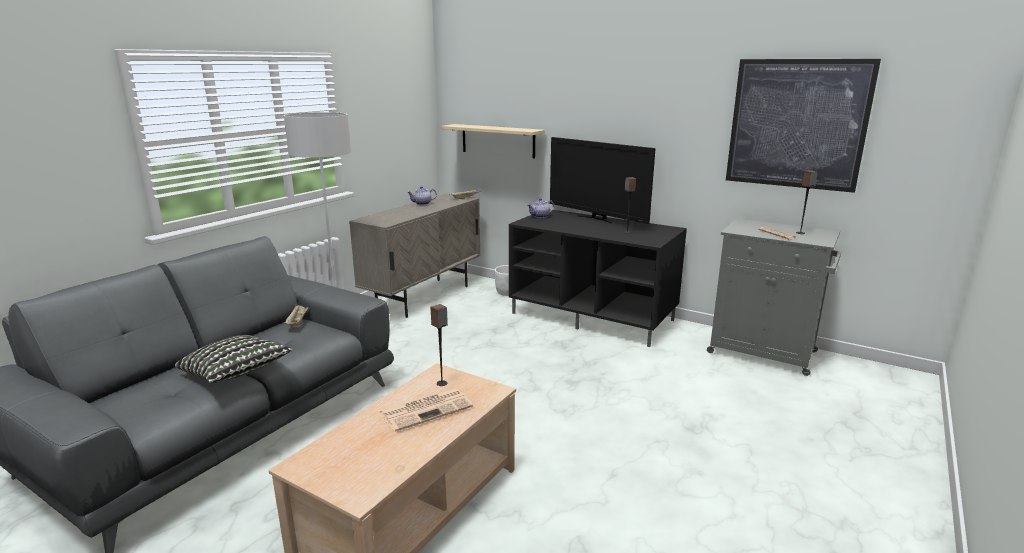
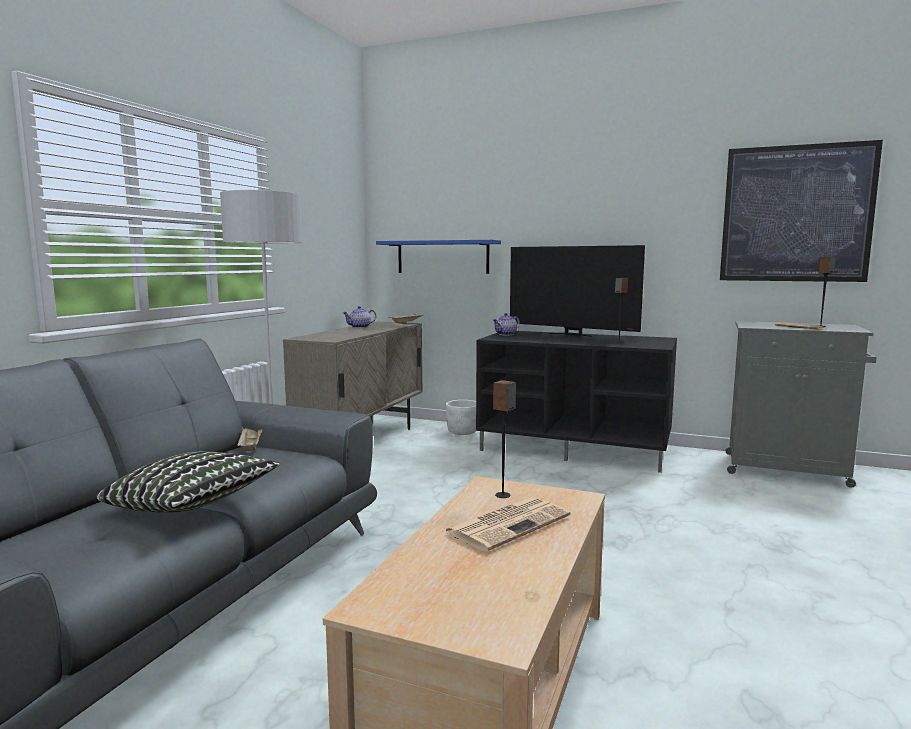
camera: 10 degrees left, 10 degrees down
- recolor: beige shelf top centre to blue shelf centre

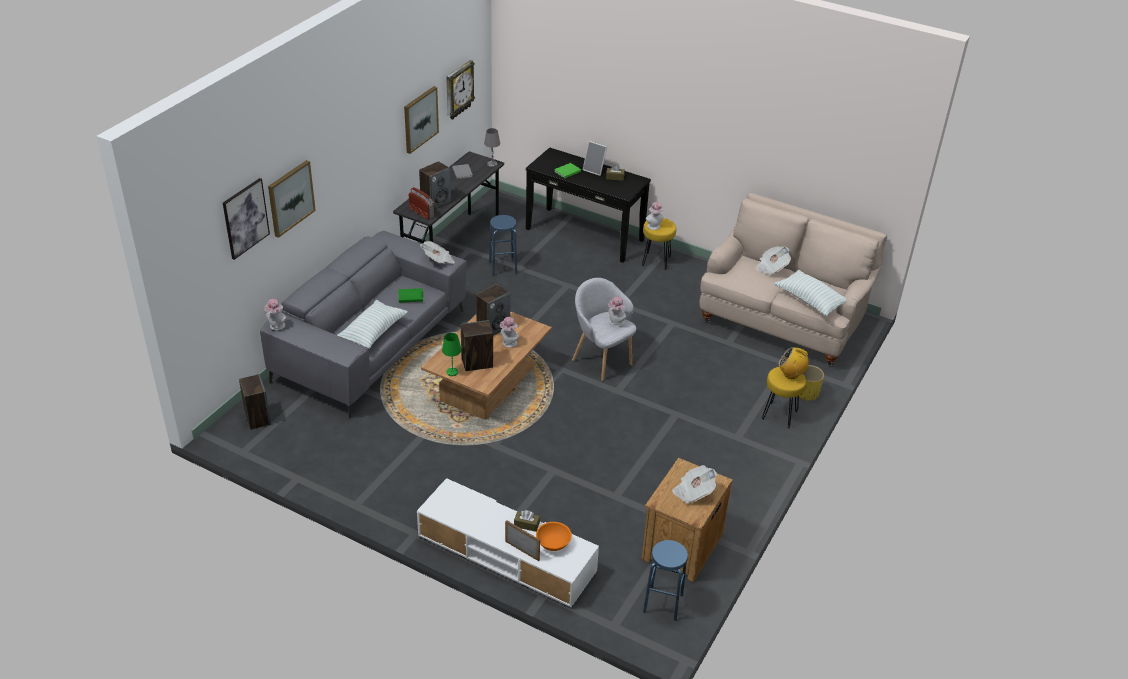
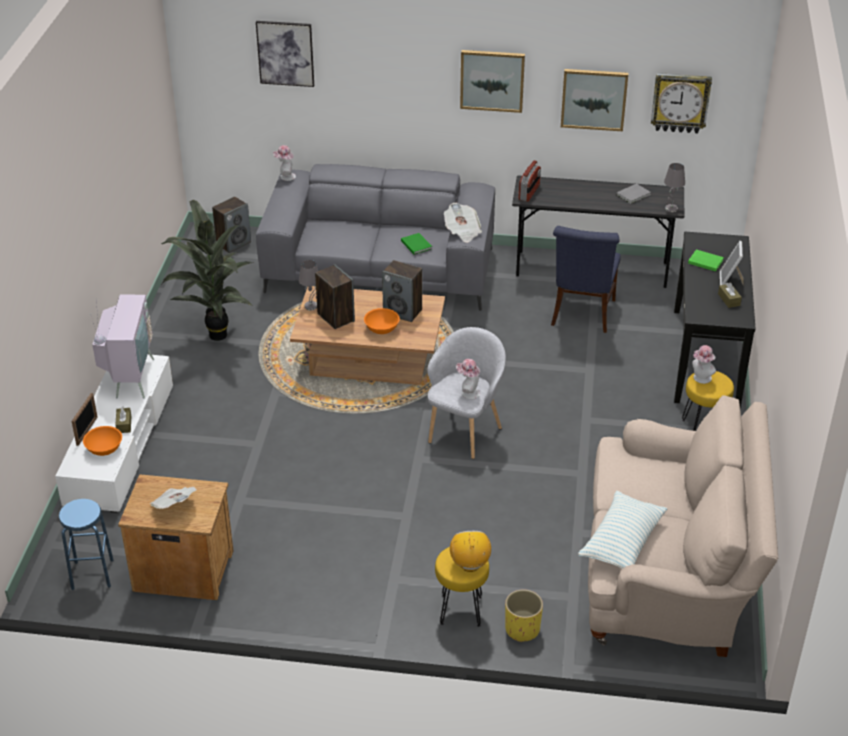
camera: 70 degrees right, 0 degrees up
- move: picture (2nd from left) top left to top centre
- delete: pillow (1st from left) middle left
- delete: speaker (2nd from left) top centre
- recolor: green table lamp centre to grey table lamp (1st from left) centre
- replace: blue stool (1st from left) centre to blue chair middle right
- replace: hat (2nd from left) centre to orange bowl (2nd from left) centre
- delete: newspaper (3rd from left) middle right
- insert: television middle left
- insert: potted plant middle left

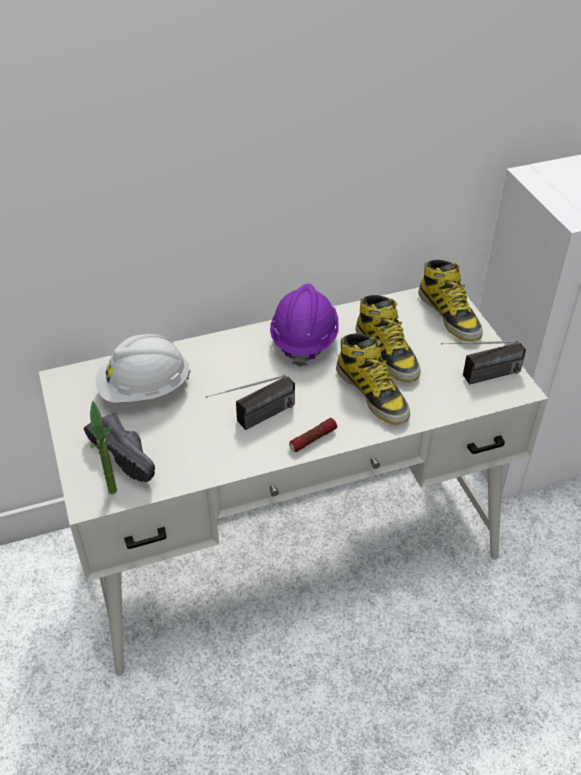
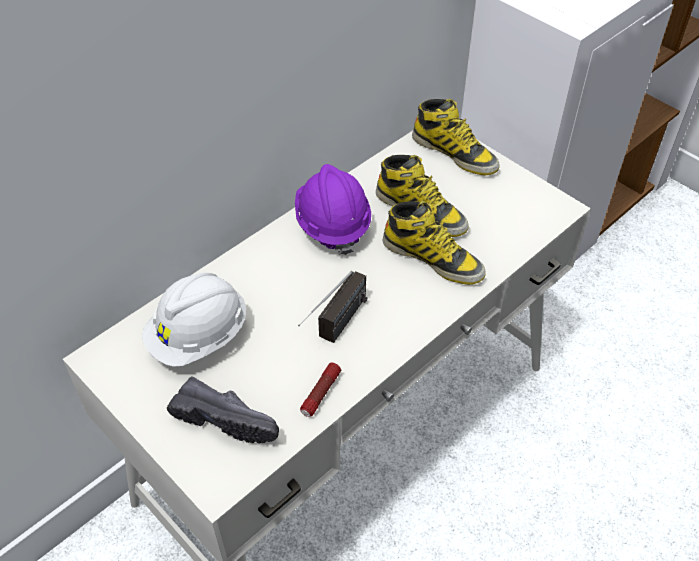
camera: 25 degrees left, 5 degrees up
- delete: potted plant middle left
- move: flashlight centre to bottom centre
- delete: radio (2nd from left) middle right

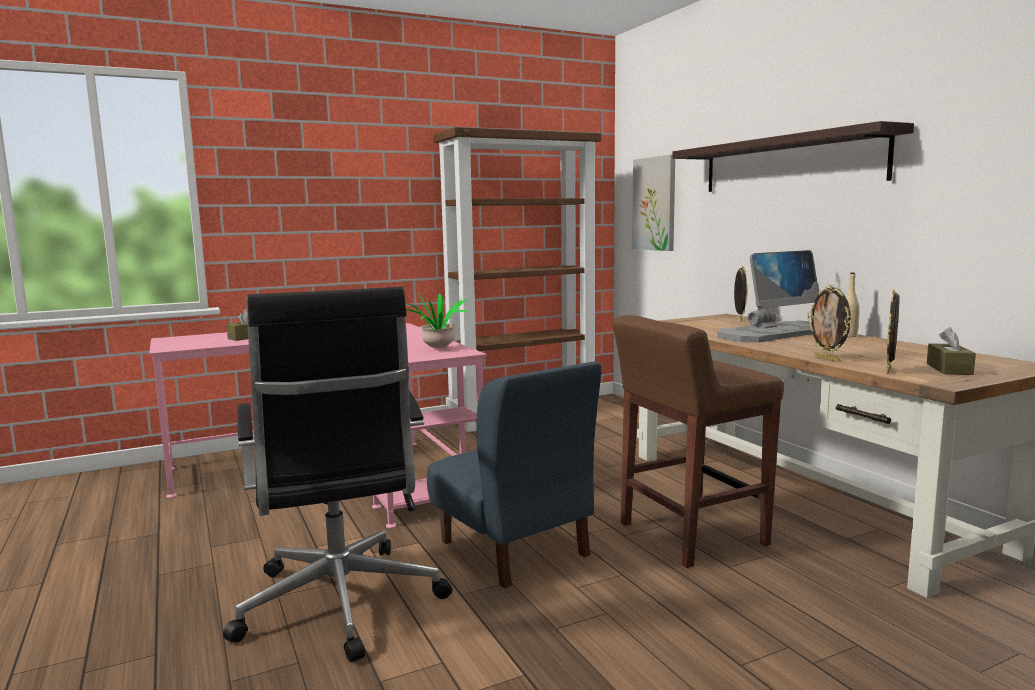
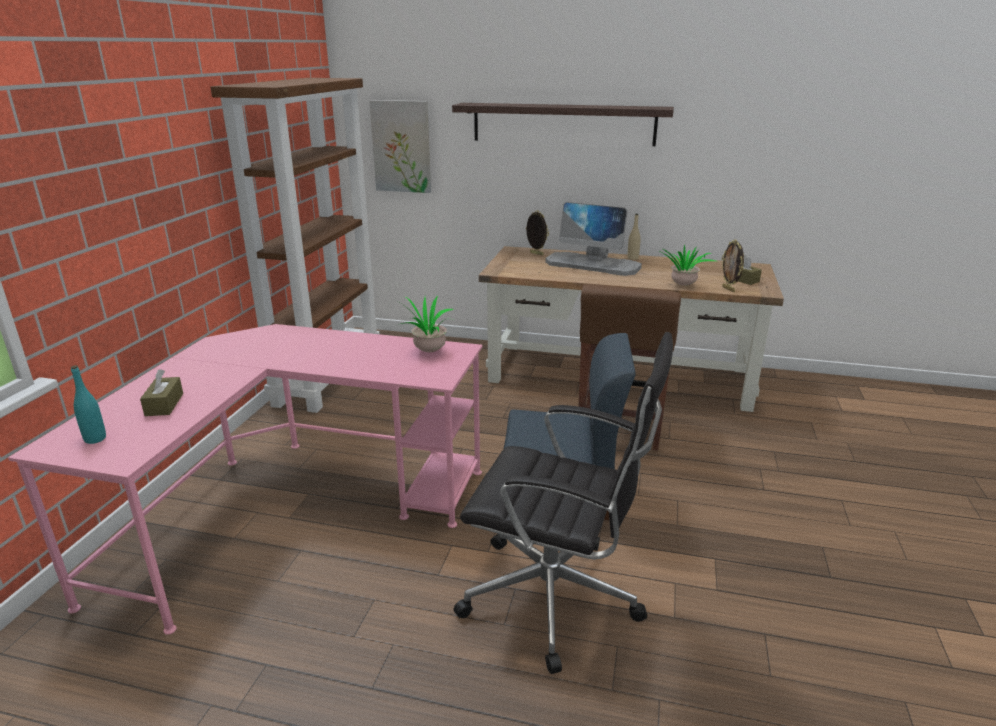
camera: 50 degrees left, 15 degrees up
- rotate: monitor middle right = top centre 105 degrees clockwise
- replace: picture frame (2nd from left) middle right to potted plant (2nd from left) middle right
- insert: turquoise bottle middle left

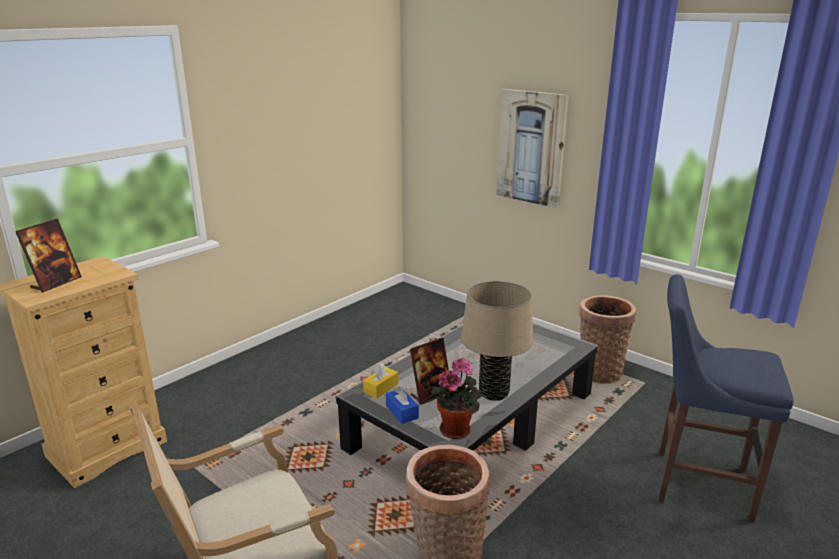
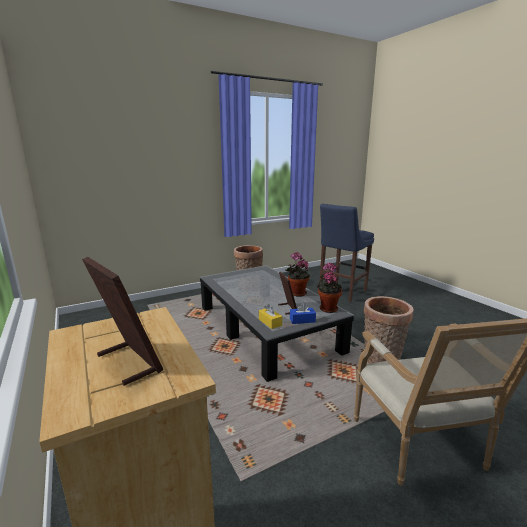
camera: 70 degrees left, 5 degrees down
- replace: beige table lamp centre to potted plant (1st from left) centre
- delete: picture top centre

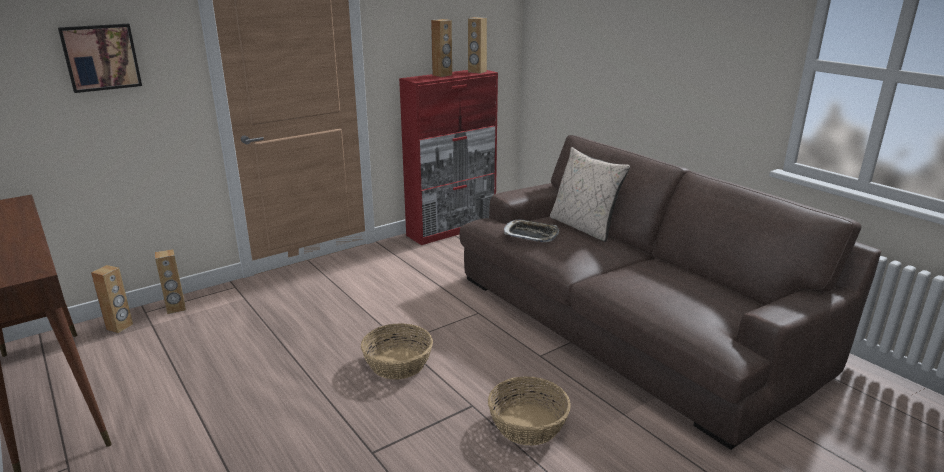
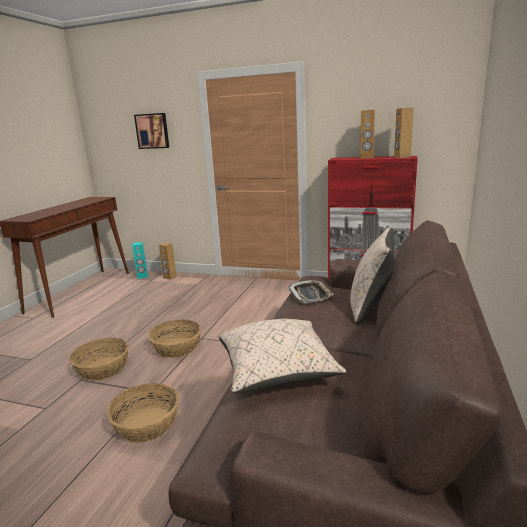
camera: 55 degrees right, 5 degrees down
- recolor: brown speaker (1st from left) middle left to turquoise speaker middle left
- insert: basket (1st from left) bottom left
- insert: beige pillow (1st from left) bottom centre

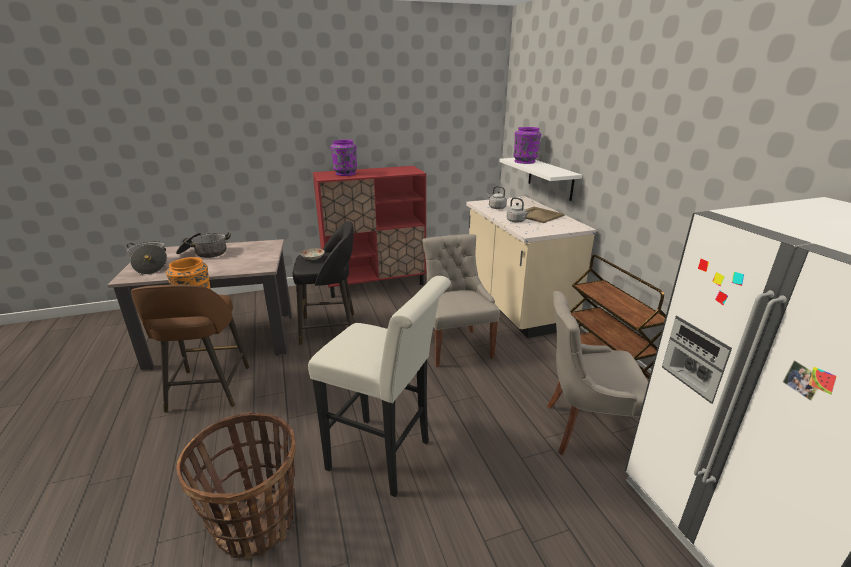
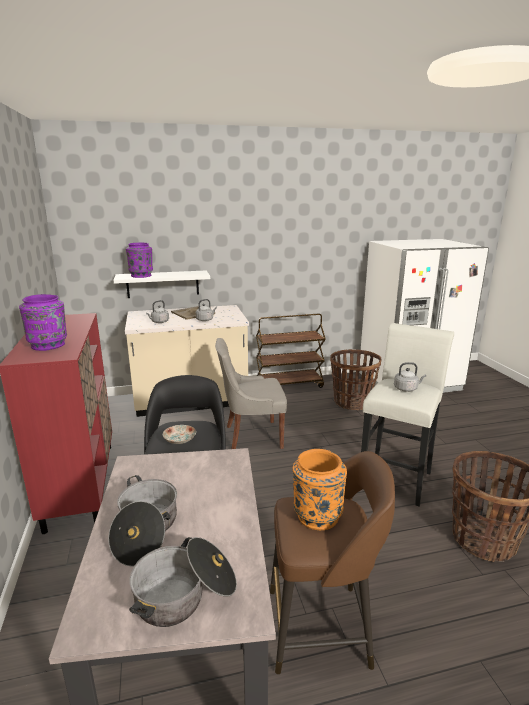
camera: 85 degrees left, 5 degrees down
- replace: grey chair (2nd from left) middle right to basket (1st from left) middle right
- insert: grey kettle (3rd from left) middle right

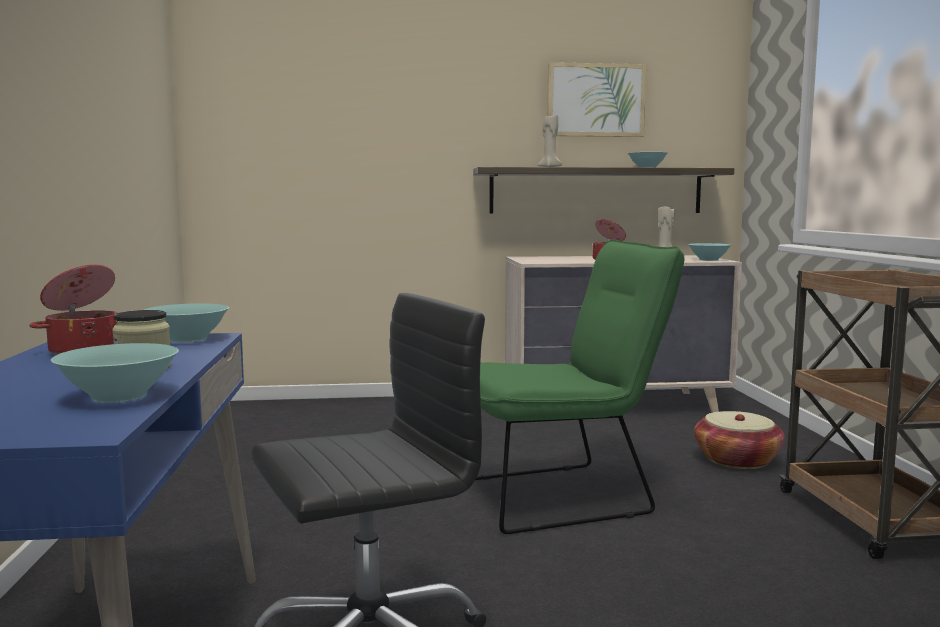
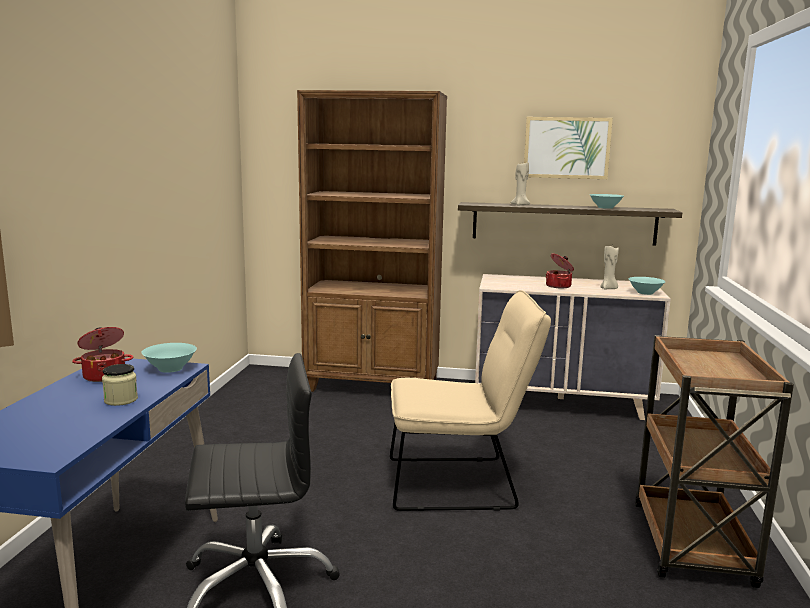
camera: 15 degrees right, 5 degrees up
- delete: turquoise bowl (1st from left) middle left
- recolor: green chair centre to beige chair centre
- delete: basket bottom right
- insert: brown bookcase centre

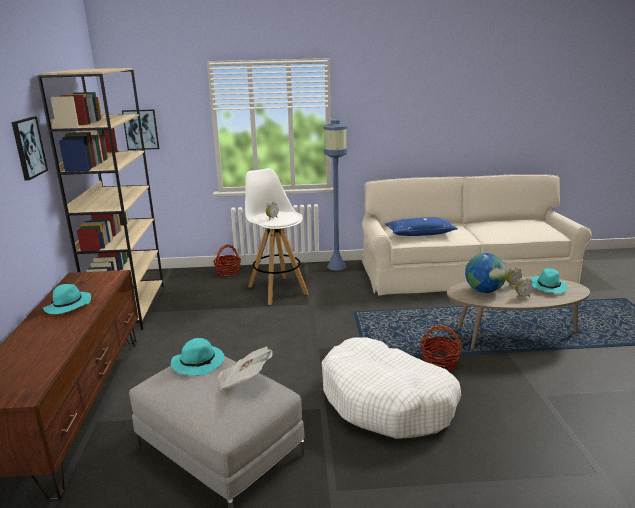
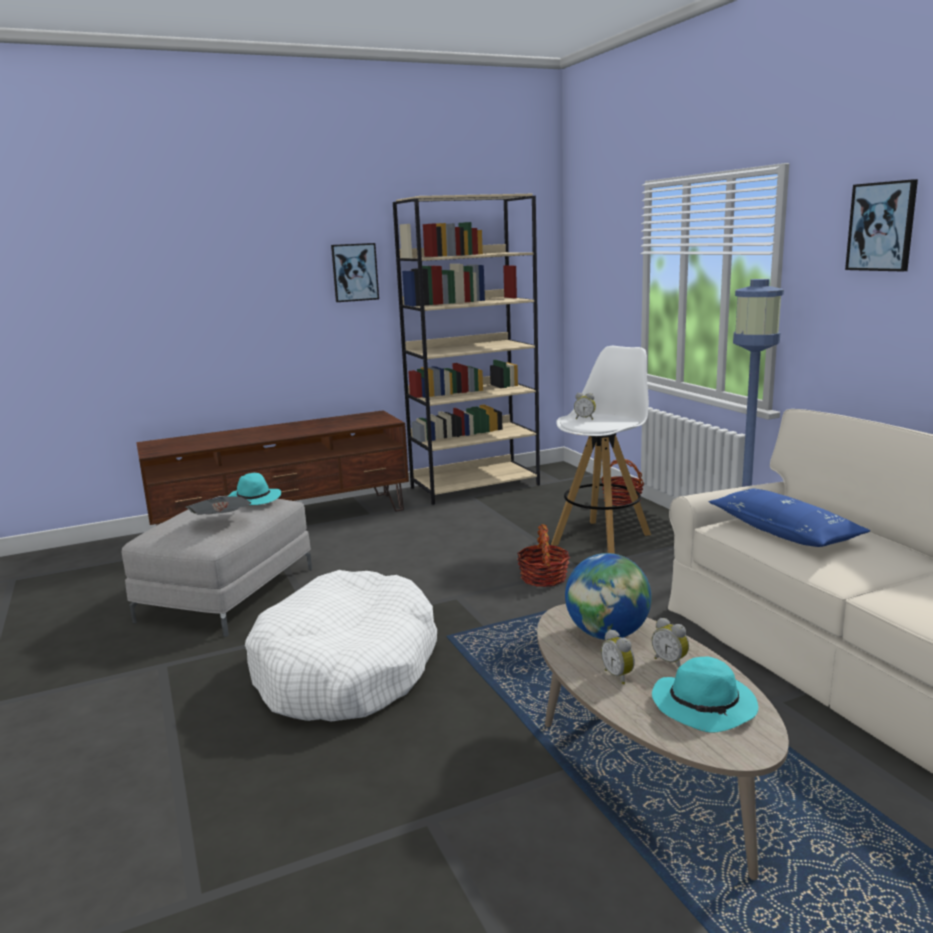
camera: 70 degrees right, 5 degrees down
- delete: turquoise hat (1st from left) middle left
- move: picture (2nd from left) top left to top right
- move: basket (2nd from left in the first image) bottom right to basket (1st from left) centre

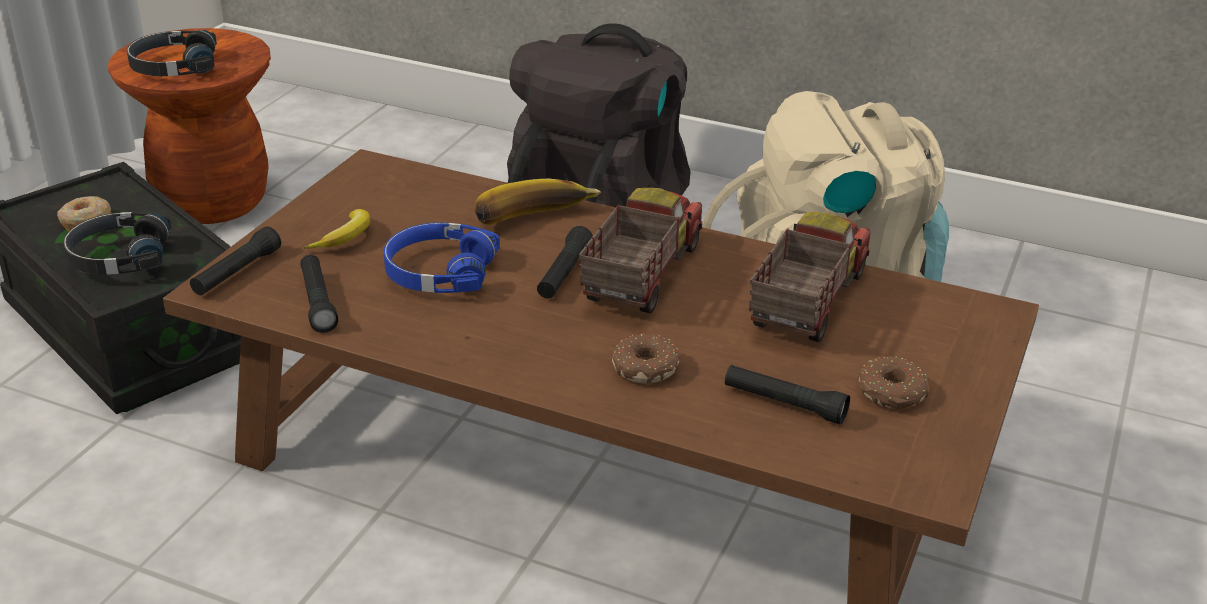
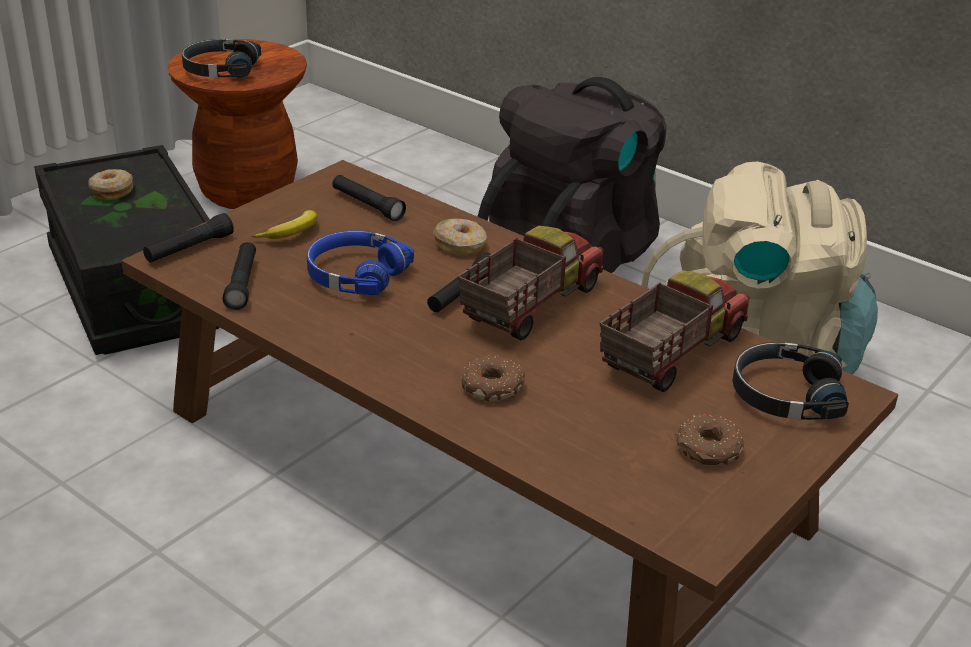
camera: 15 degrees right, 0 degrees up
- move: black headphones (1st from left in the first image) middle left to black headphones (2nd from left) middle right
- replace: banana (2nd from left) centre to donut (2nd from left) centre
- move: black flashlight (4th from left in the first image) centre to black flashlight (3rd from left) top centre

